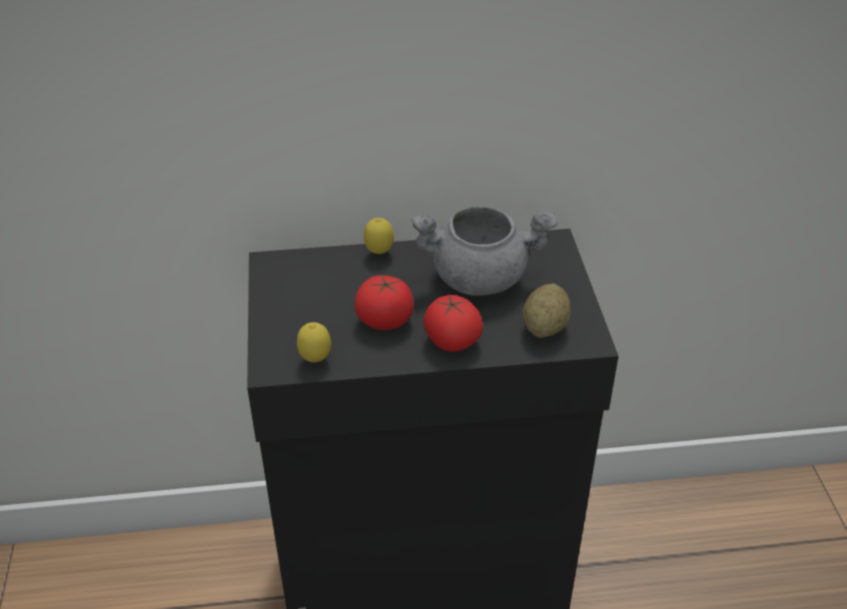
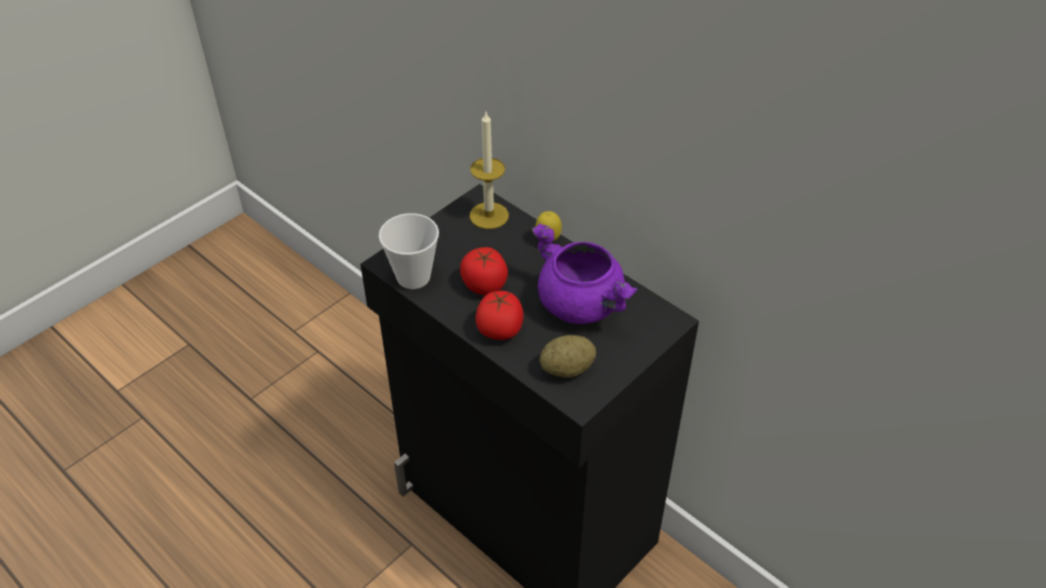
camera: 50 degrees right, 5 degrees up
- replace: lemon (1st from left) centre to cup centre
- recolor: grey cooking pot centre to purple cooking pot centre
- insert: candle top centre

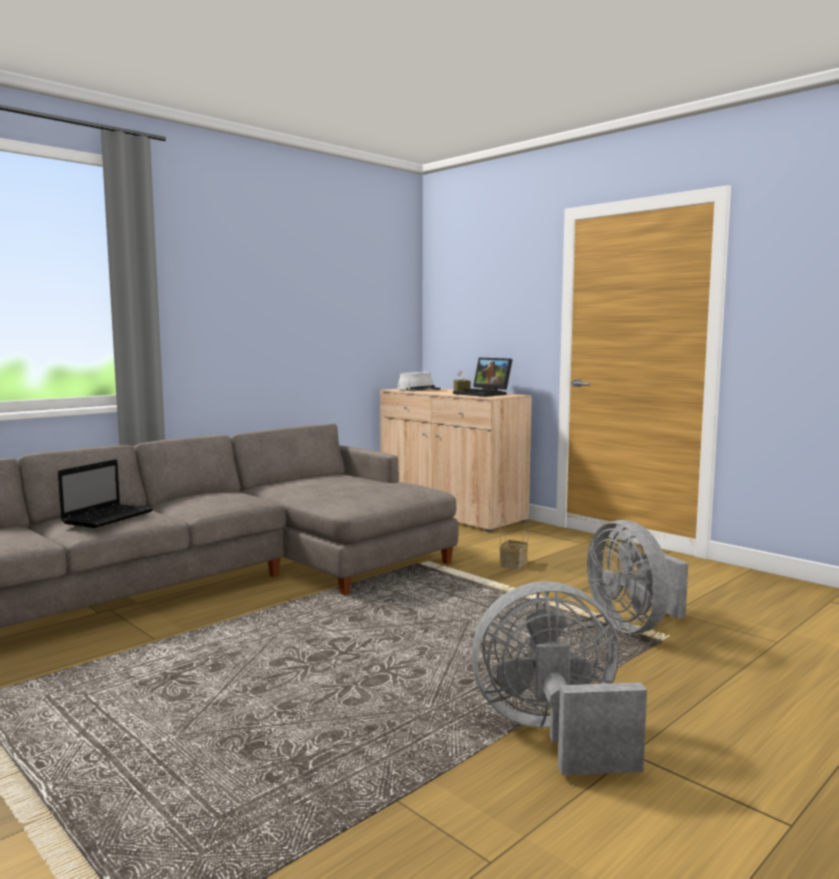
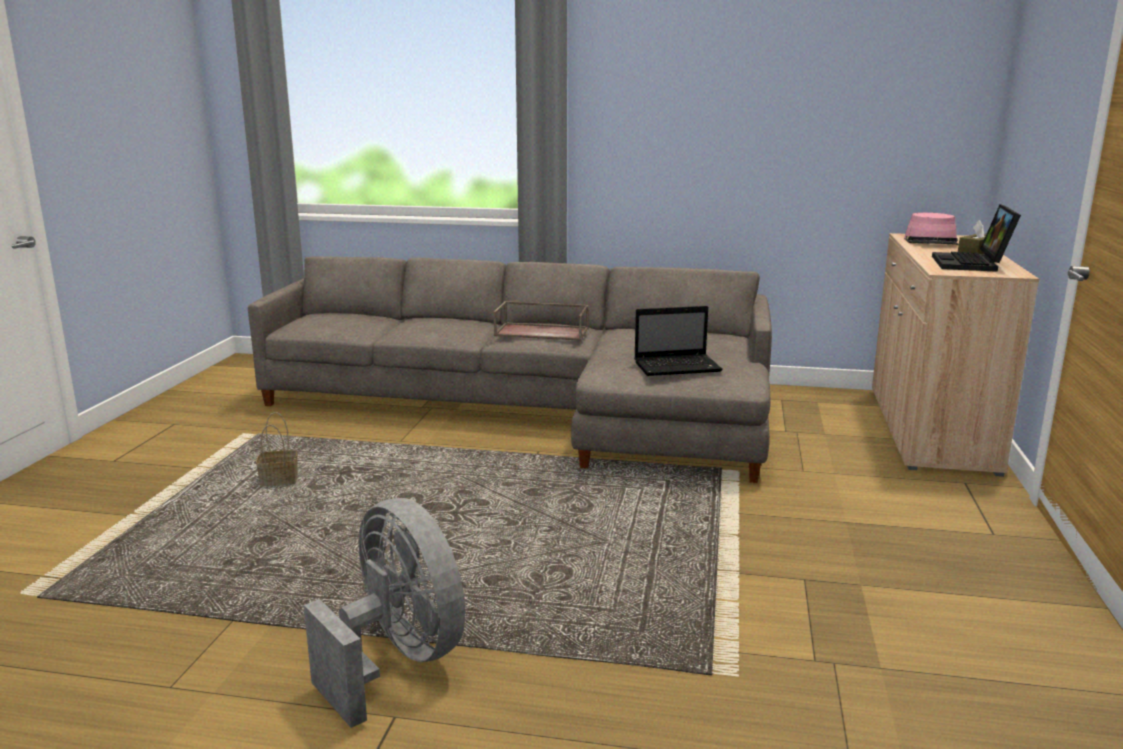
camera: 55 degrees right, 10 degrees up
- move: laptop (1st from left) middle left to centre
- recolor: grey hat centre to pink hat top right
- move: basket centre to middle left
- delete: grey fan (2nd from left) middle right
- insert: brown tray centre

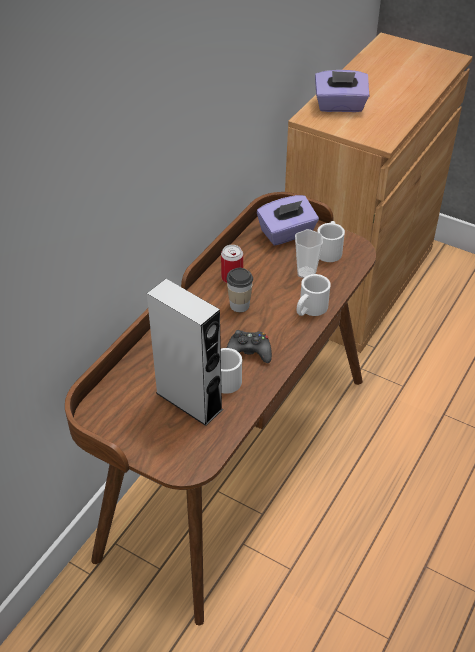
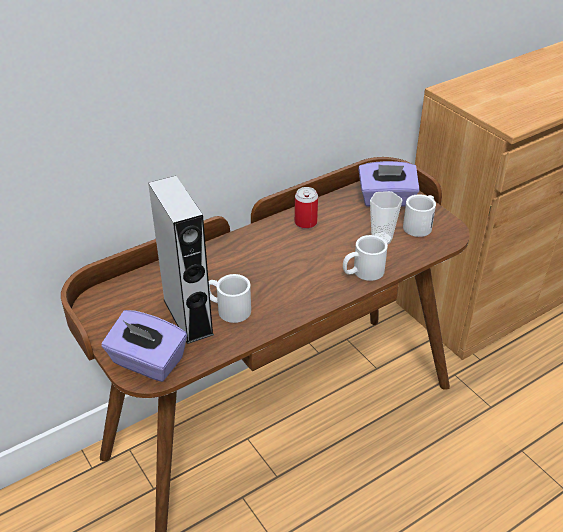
camera: 25 degrees right, 5 degrees down
- delete: cup (1st from left) centre
- delete: black game controller centre
- move: purple tissue box (2nd from left in the first image) top right to purple tissue box (1st from left) middle left

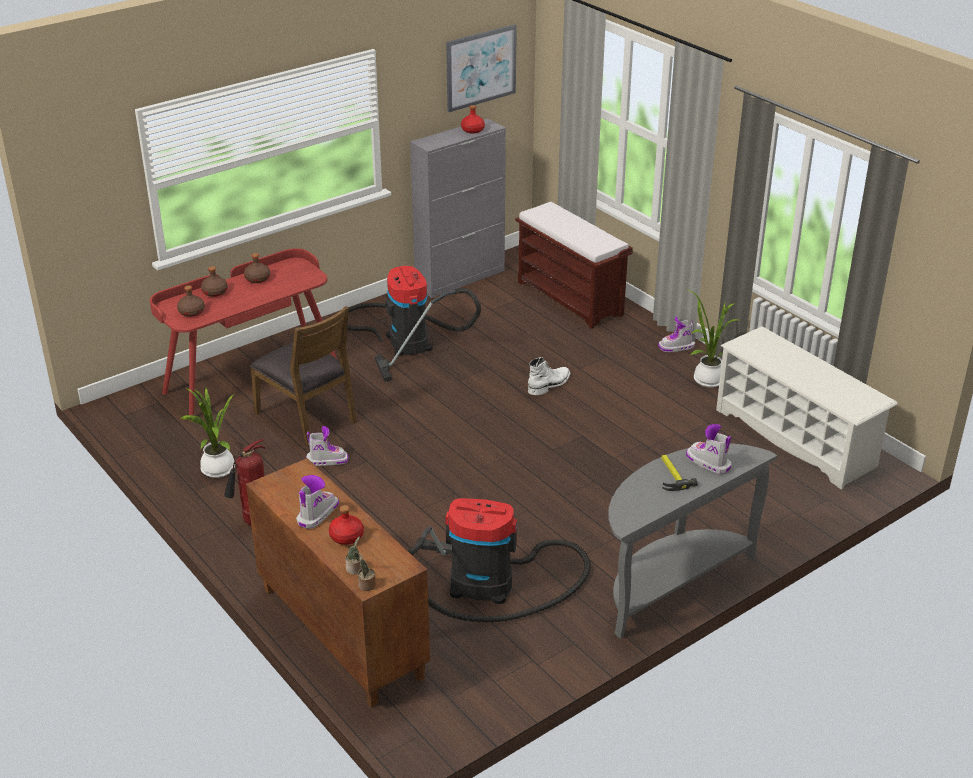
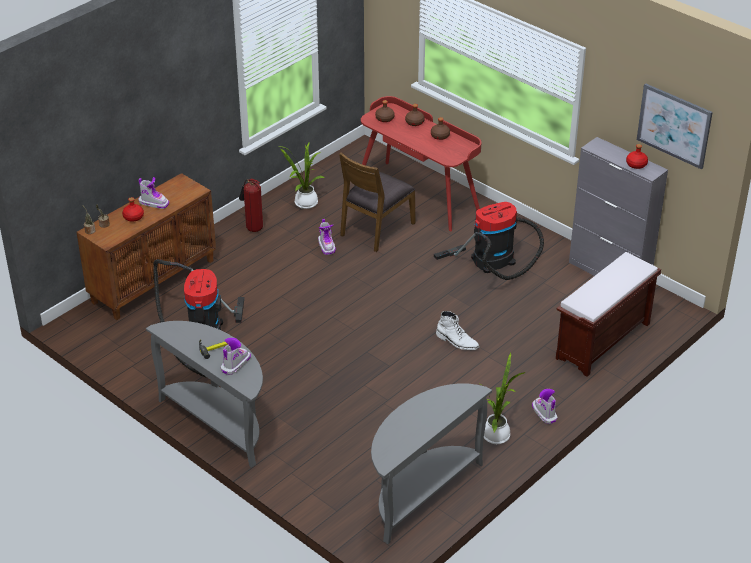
camera: 80 degrees right, 5 degrees up
- replace: white shoe rack middle right to grey console table (2nd from left) bottom centre

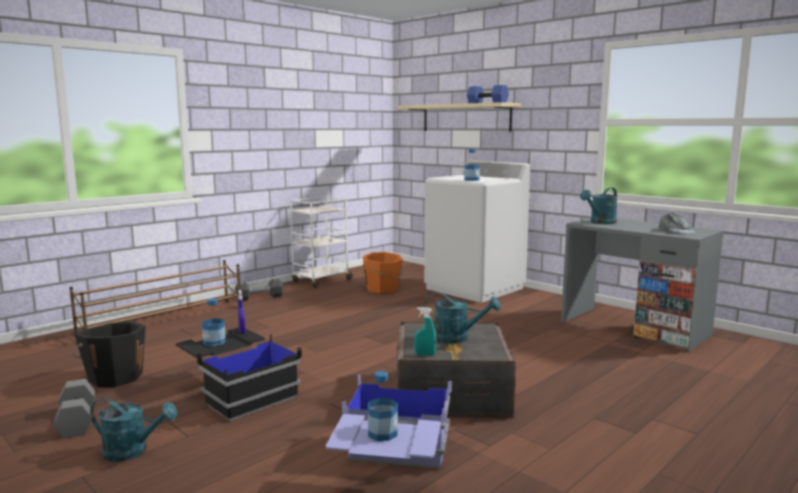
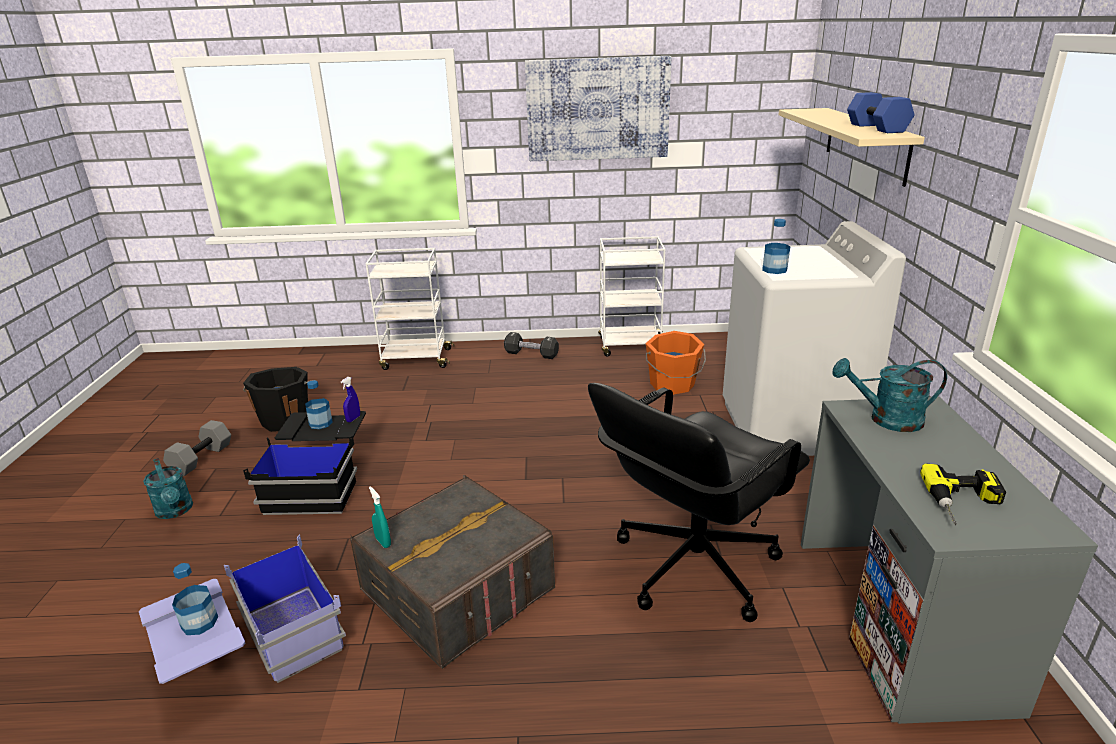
camera: 45 degrees right, 15 degrees up
- replace: brown shoe rack middle left to white cart (1st from left) centre
- delete: turquoise watering can (2nd from left) centre
- replace: grey cap middle right to power drill middle right
- insert: picture top centre
- insert: black office chair bottom centre

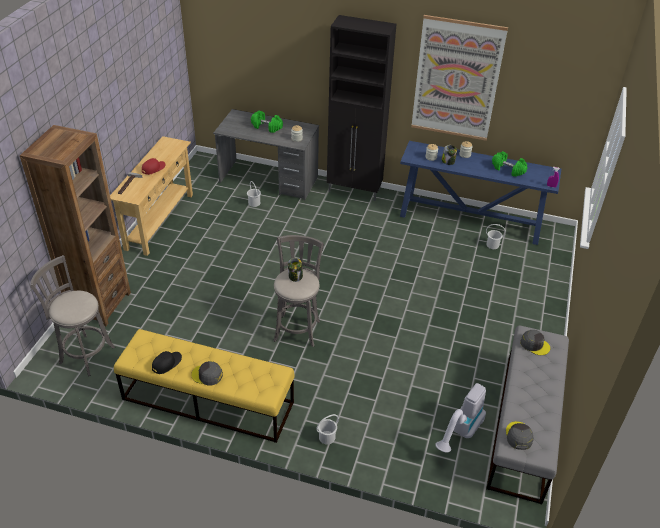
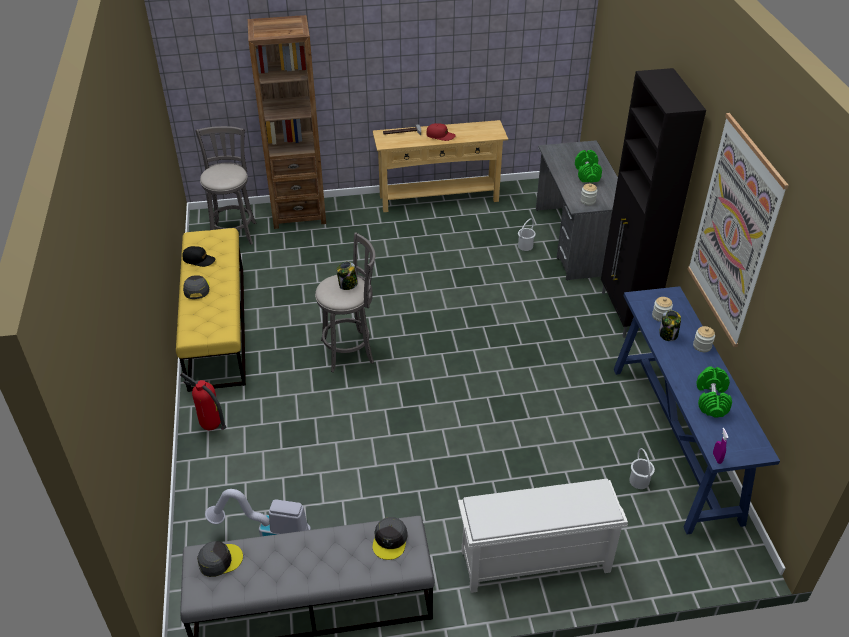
camera: 65 degrees right, 0 degrees up
- replace: white bucket (2nd from left) bottom centre to fire extinguisher middle left
- insert: white shoe rack bottom centre

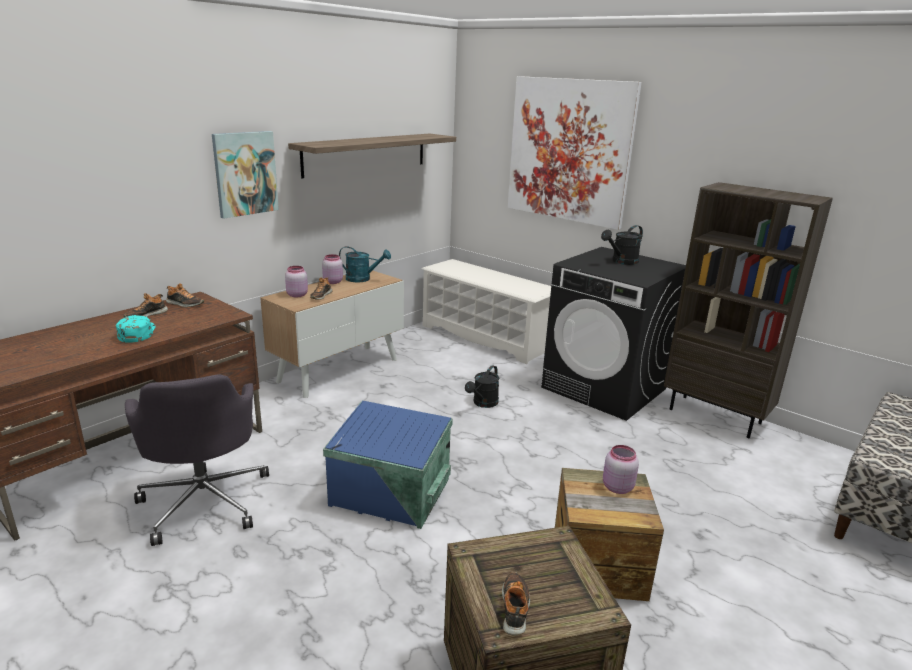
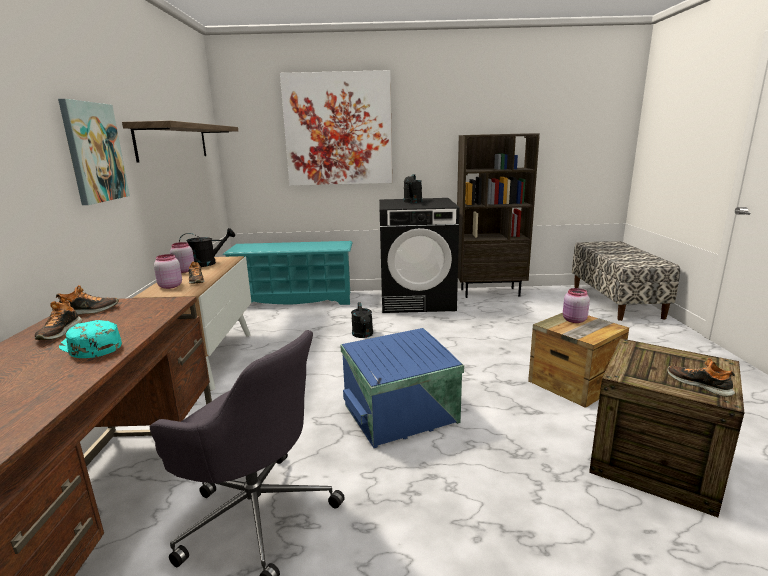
camera: 40 degrees left, 5 degrees down
- recolor: turquoise watering can centre to black watering can (1st from left) middle left
- recolor: white shoe rack centre to turquoise shoe rack centre

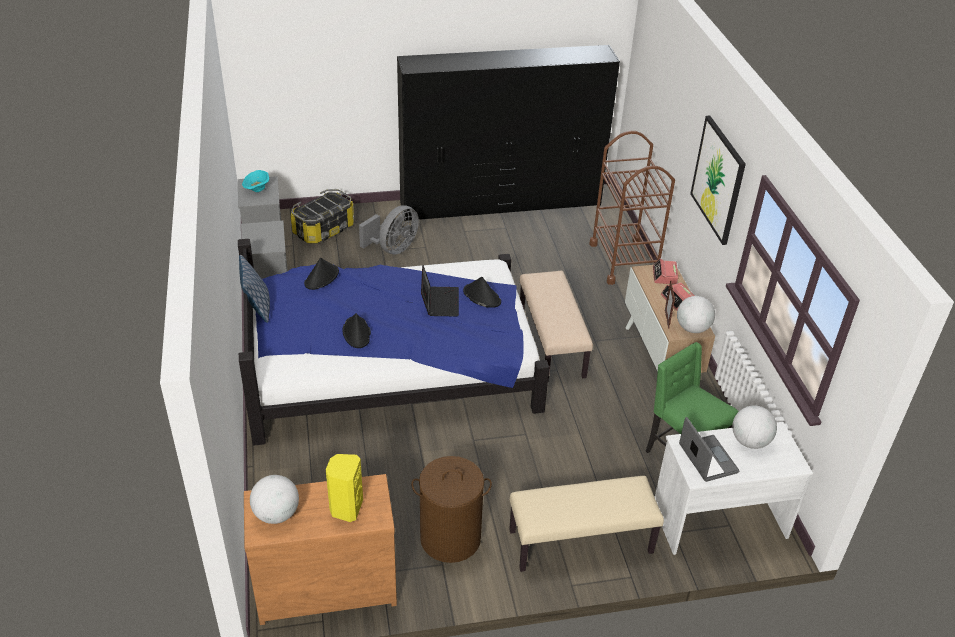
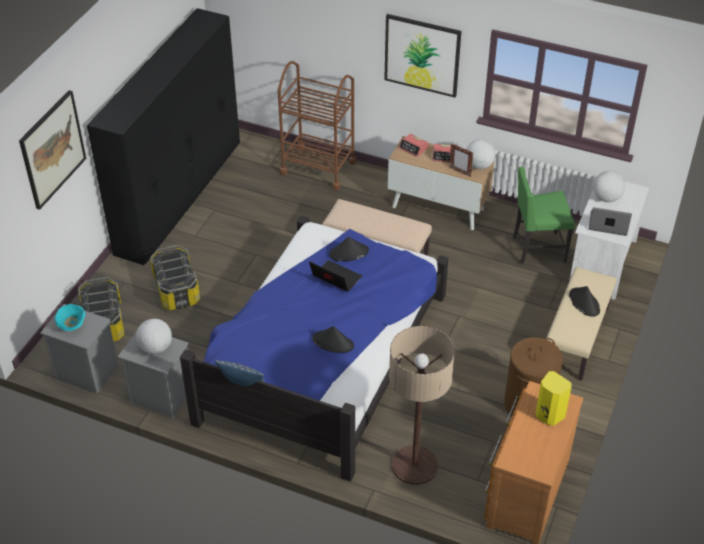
camera: 55 degrees left, 5 degrees up
- move: globe (1st from left) bottom left to middle left
- move: black hat (1st from left in the first image) centre to black hat (3rd from left) middle right
- replace: grey fan centre to storage box (2nd from left) middle left
- insert: picture (1st from left) top left
- insert: floor lamp bottom centre

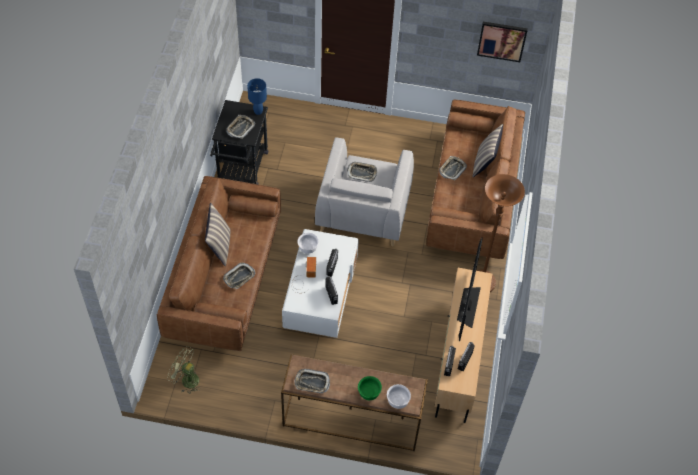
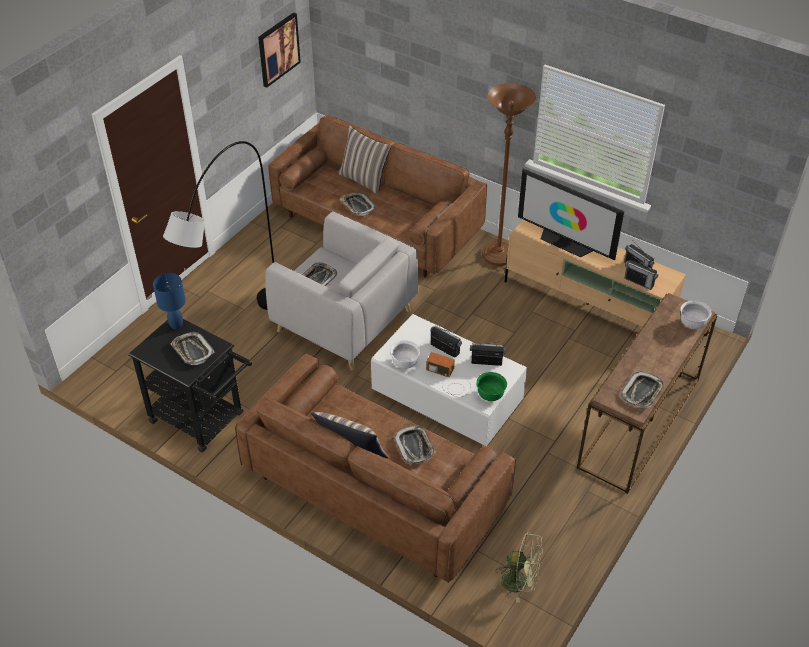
camera: 65 degrees left, 10 degrees down
- rotate: green fan bottom left = bottom centre 120 degrees counterclockwise
- move: green bowl bottom centre to centre
- insert: grey floor lamp middle left

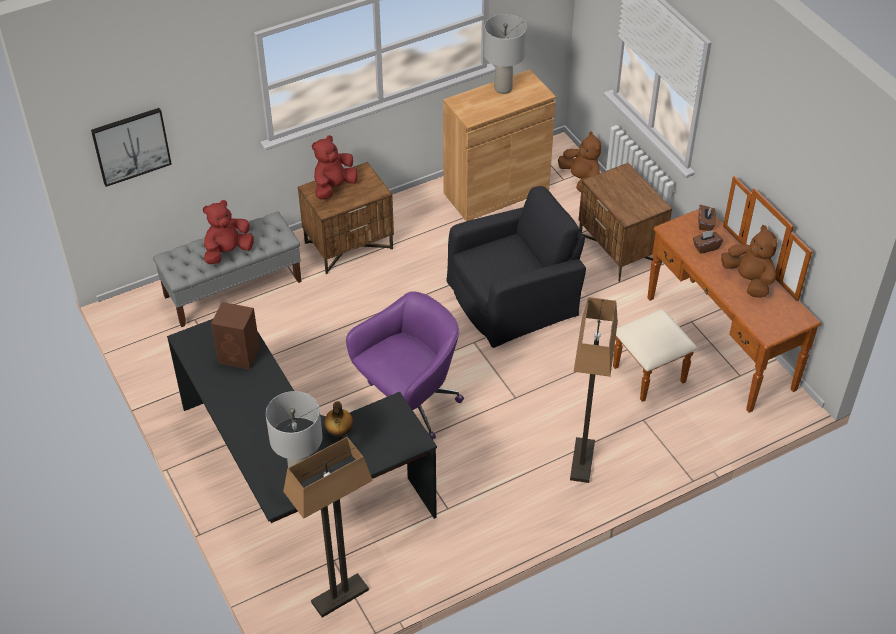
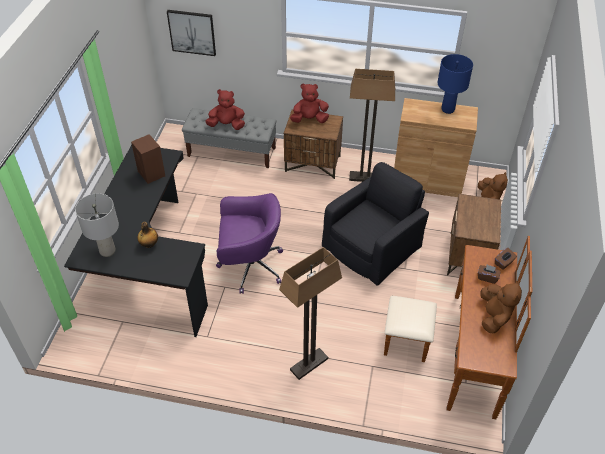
camera: 40 degrees right, 0 degrees up
- move: floor lamp (1st from left in the first image) bottom centre to floor lamp (2nd from left) top centre
- rotate: black armchair centre = centre 60 degrees counterclockwise
- recolor: grey table lamp (2nd from left) top centre to blue table lamp top right

